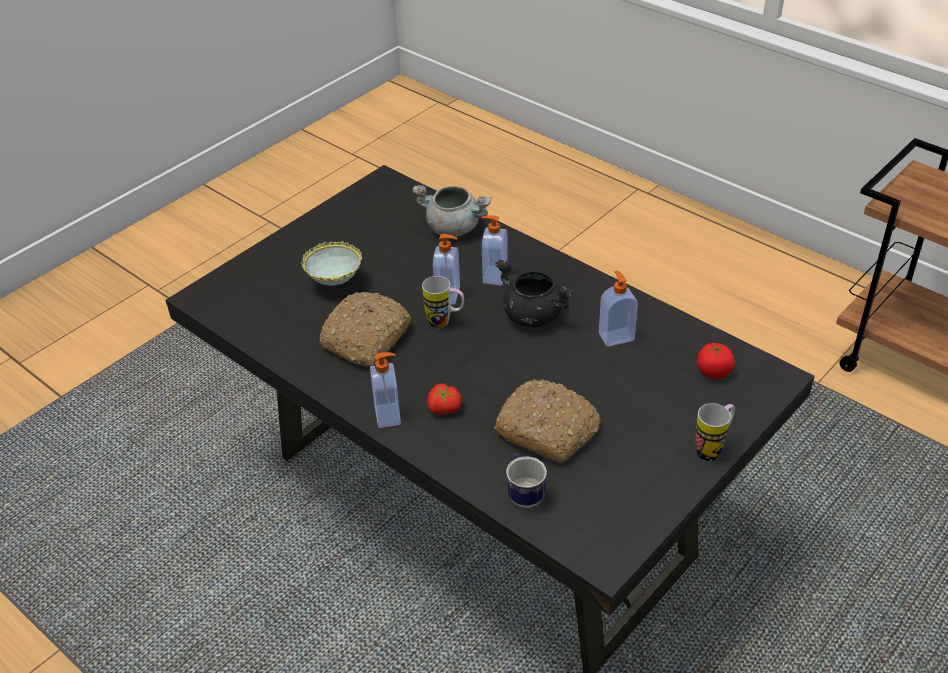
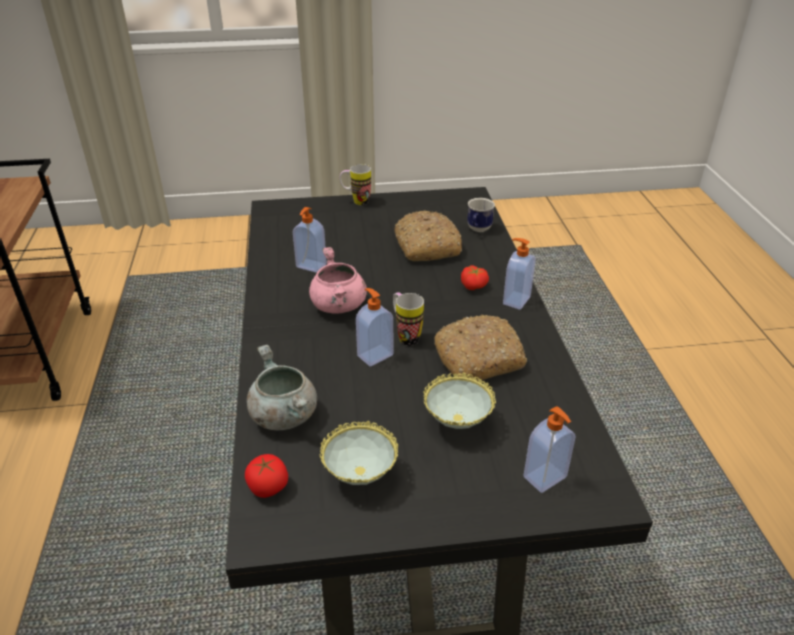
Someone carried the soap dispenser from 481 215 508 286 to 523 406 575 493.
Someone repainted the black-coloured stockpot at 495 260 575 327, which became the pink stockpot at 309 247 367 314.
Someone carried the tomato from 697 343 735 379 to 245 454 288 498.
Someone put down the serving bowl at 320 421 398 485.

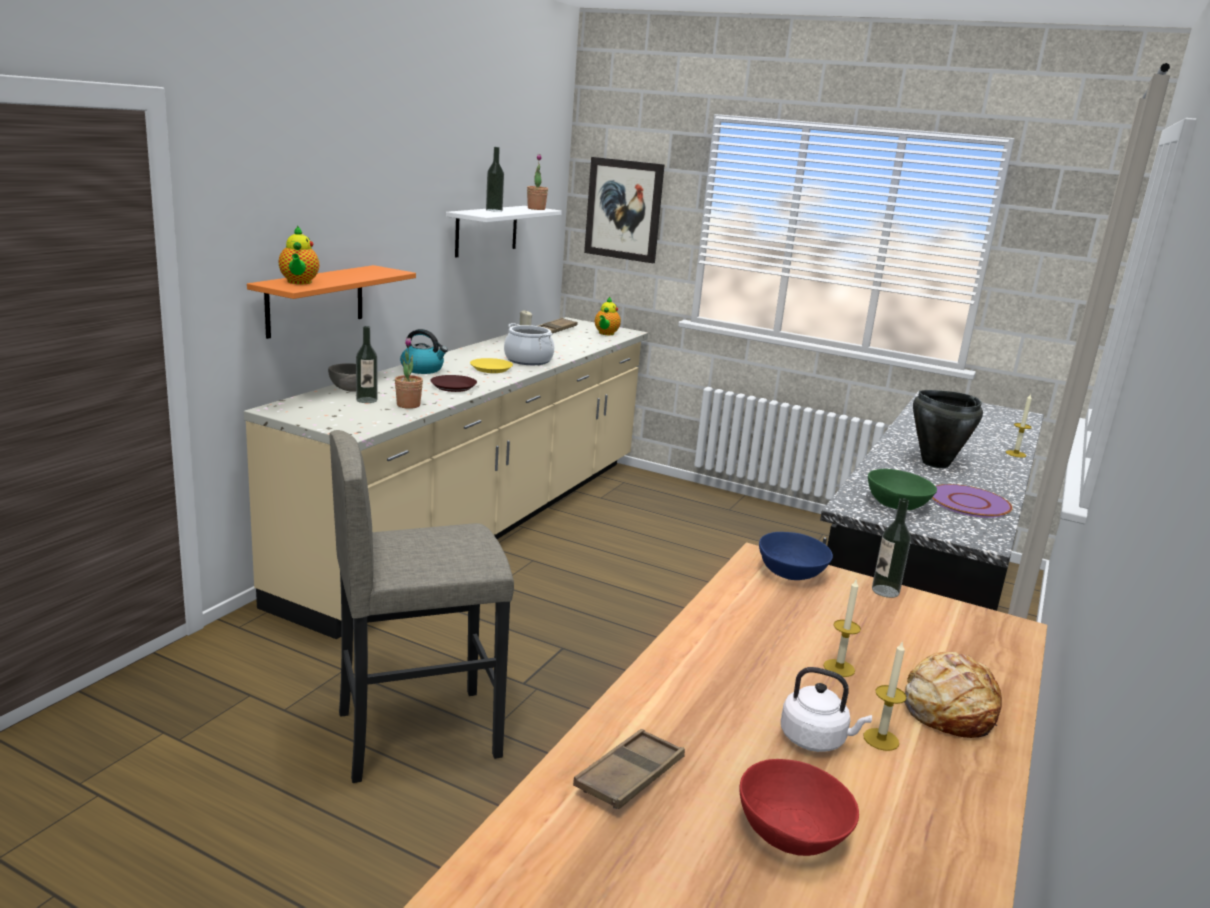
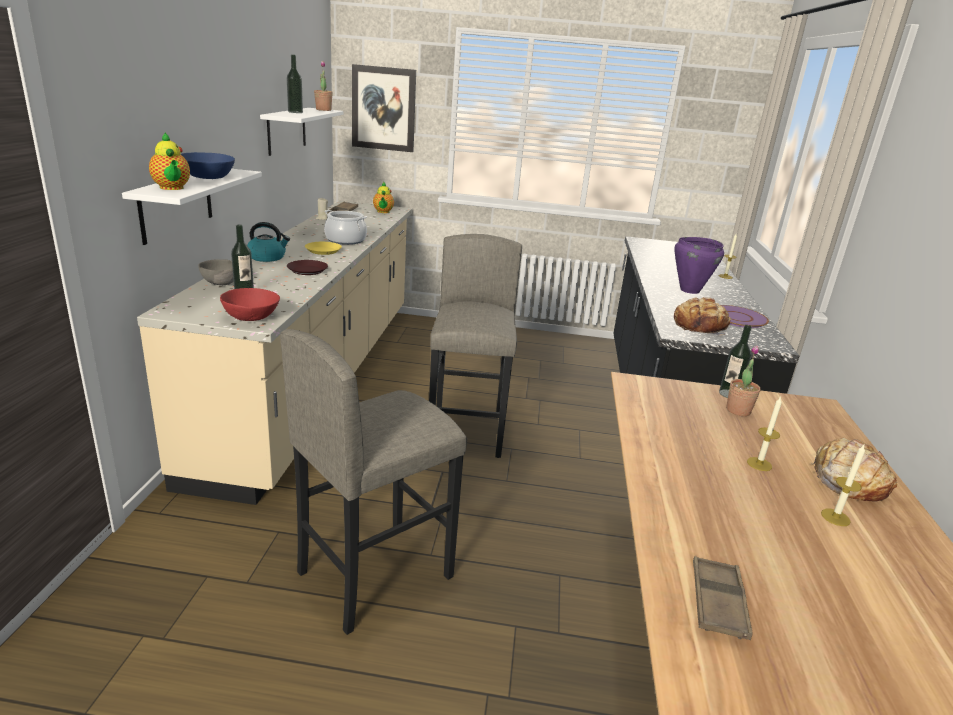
Someone repainted the orange-coloured wall shelf at 247 265 416 339, which became the whitish wall shelf at 122 169 262 245.
Someone carried the plant in a pot from 395 337 423 409 to 726 345 761 416.
Someone repainted the black-coloured stockpot at 913 390 983 468, which became the purple stockpot at 675 237 724 294.
Someone swapped the green serving bowl at 868 469 937 510 for the baked bread at 674 297 731 336.
Someone carried the bluish serving bowl from 759 532 833 580 to 181 152 235 179.
Someone took away the whitish tea kettle at 781 667 872 752.
Someone carried the reddish serving bowl from 739 759 859 856 to 220 288 280 321.
Someone put down the greyish stool seat at 429 234 522 458.

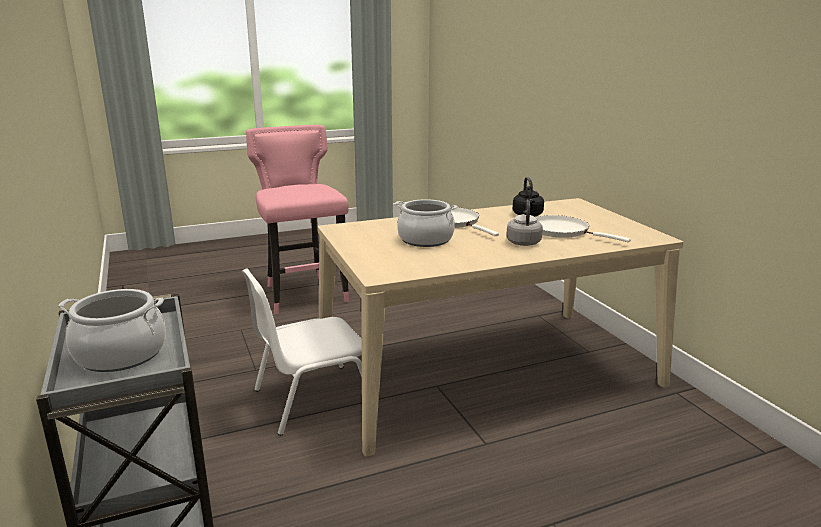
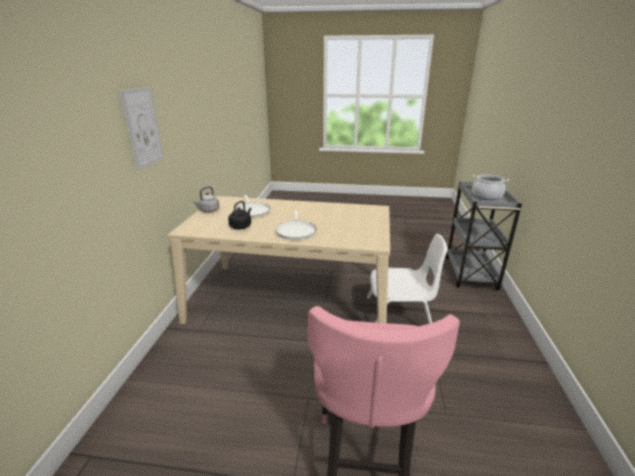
Someone took away the stockpot at 395 199 458 247.
Someone carried the greyish tea kettle from 506 200 543 246 to 193 186 219 213.
Someone put up the picture at 119 87 164 170.

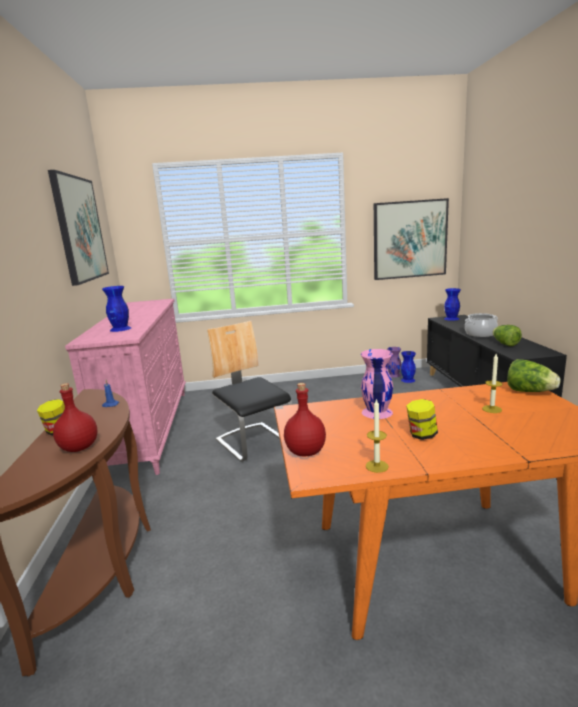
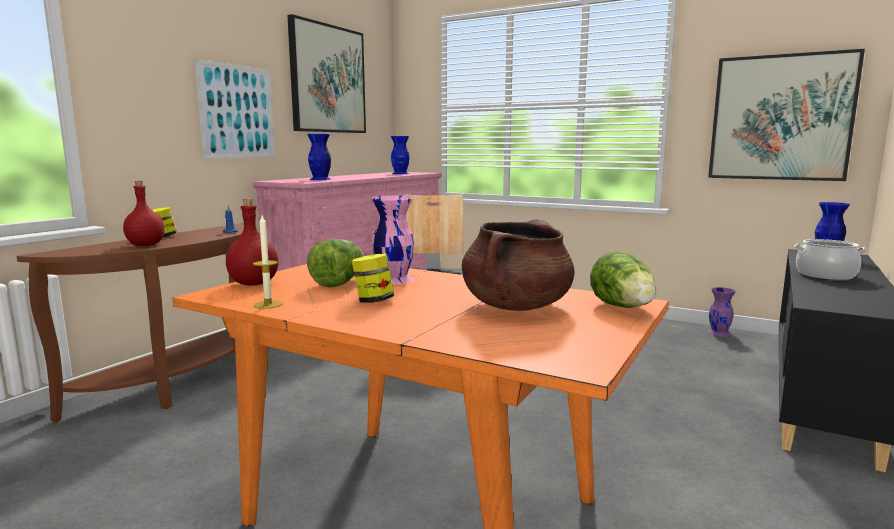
Someone carried the head of lettuce from 493 325 522 346 to 307 239 363 288.
Someone carried the bluish decorative vase from 401 351 416 383 to 391 136 410 174.
Someone swapped the candle at 482 354 503 413 for the brown stockpot at 462 220 575 311.
Someone put up the picture at 195 59 275 158.

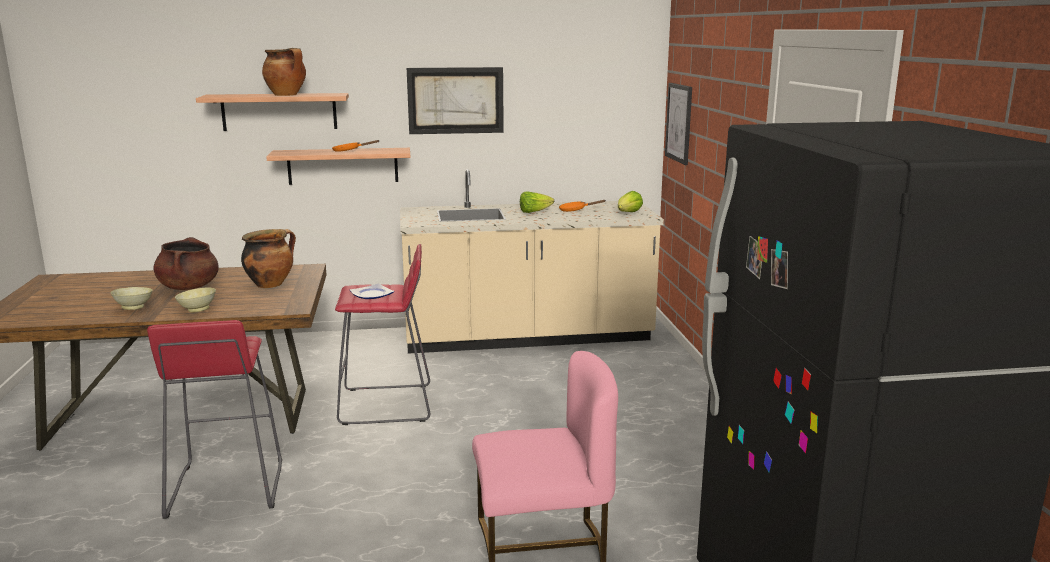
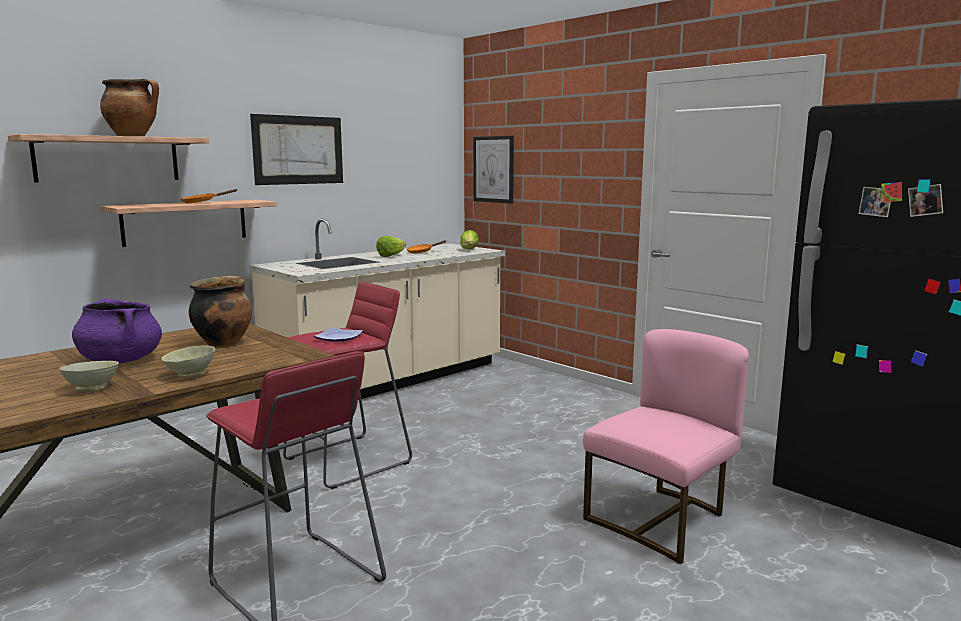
Someone repainted the brown stockpot at 153 237 219 290, which became the purple stockpot at 72 298 162 363.

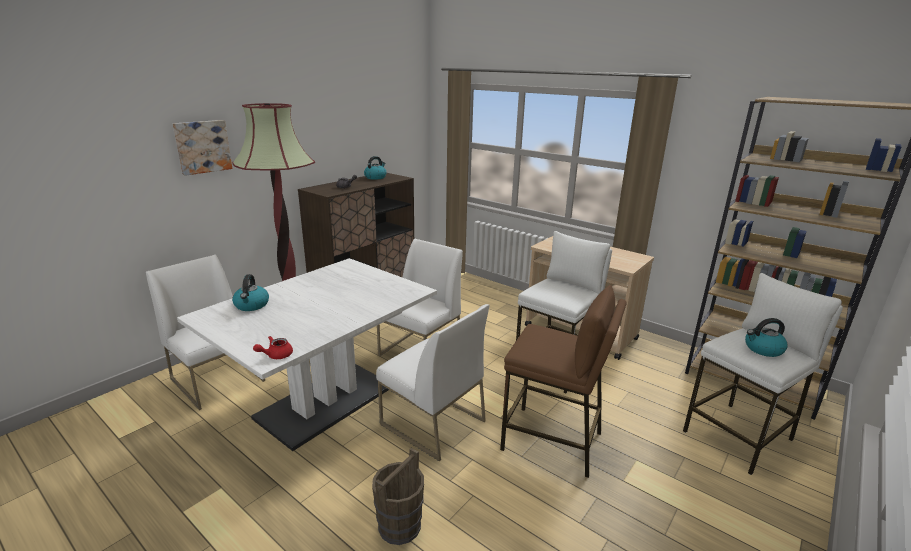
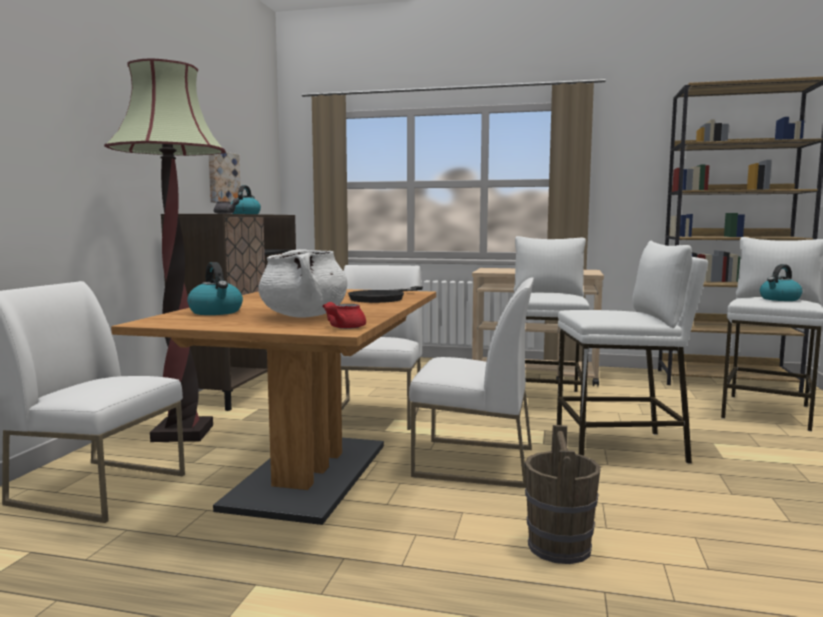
Someone carried the picture from 173 120 232 176 to 209 152 240 203.
Someone repainted the whitish dinner table at 177 258 437 451, which became the brown dinner table at 111 289 436 525.
Someone repainted the brown stool seat at 500 285 627 478, which became the whitish stool seat at 557 240 708 464.
Someone put down the whitish stockpot at 258 249 347 318.
Someone put down the black-coloured skillet at 348 286 423 303.

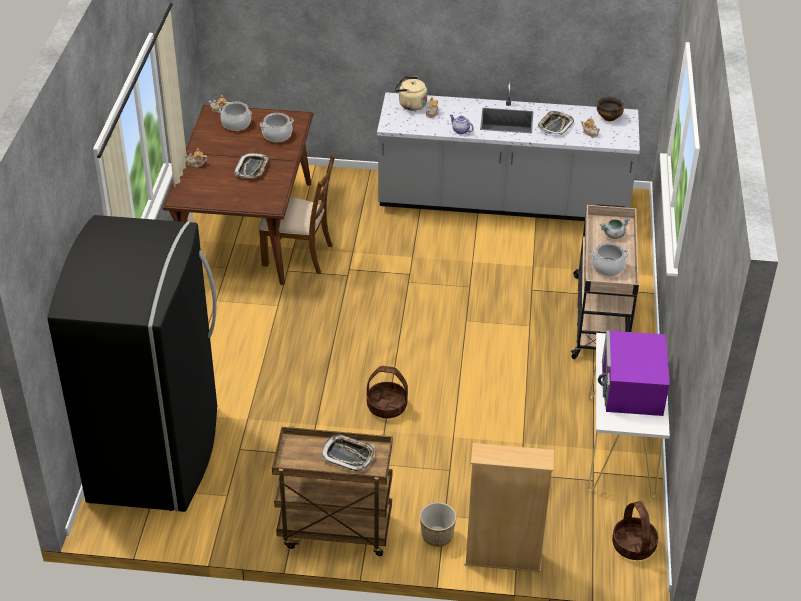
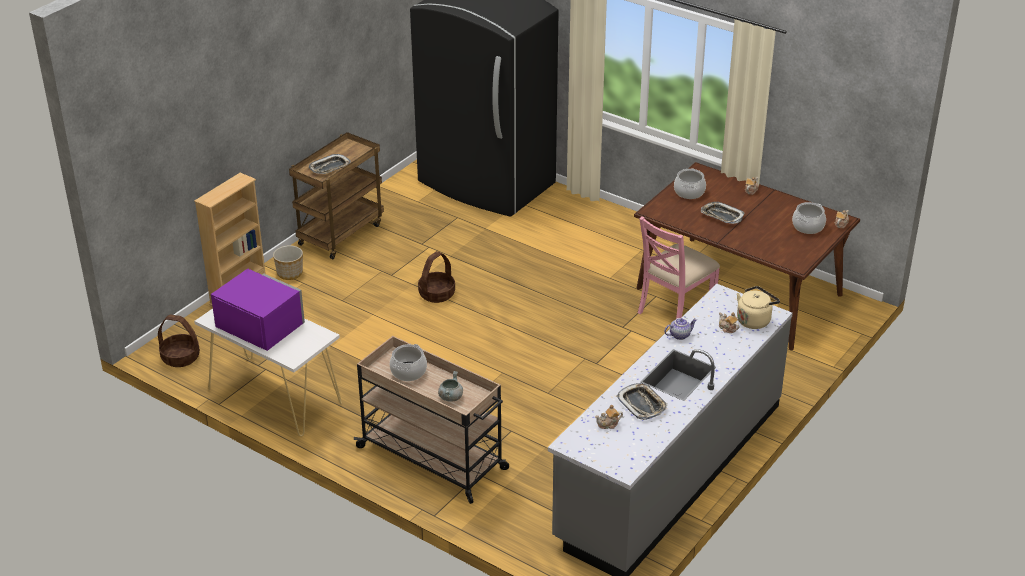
Someone took away the serving bowl at 597 96 624 121.
Someone carried the stockpot from 260 113 294 142 to 674 168 706 199.
Someone repainted the brown chair at 258 155 335 274, which became the pink chair at 638 216 720 319.

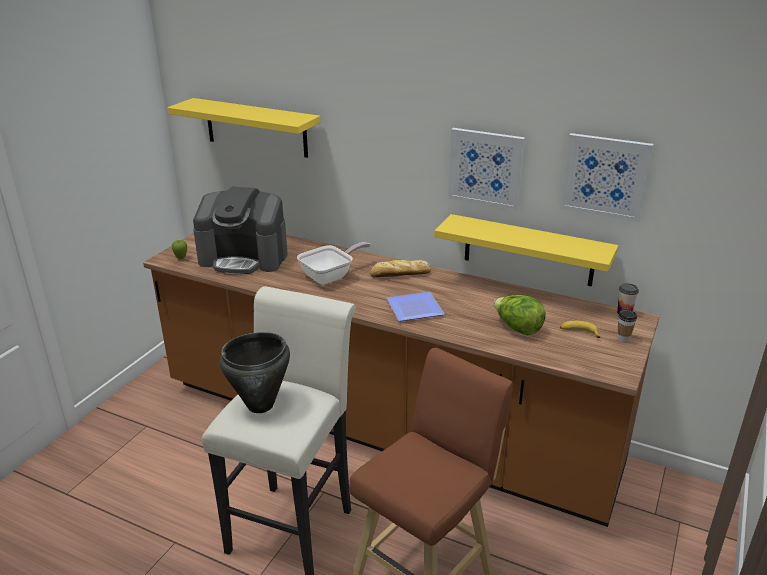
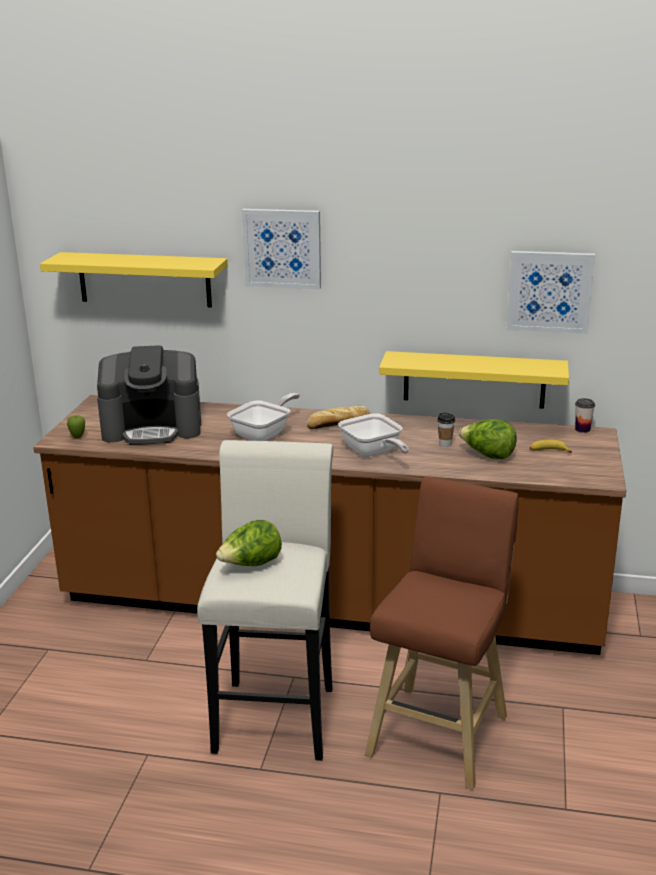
Someone carried the picture from 448 128 525 211 to 242 209 321 289.
Someone swapped the flat dish at 387 292 444 321 for the skillet at 338 413 409 457.
Someone carried the drinking cup from 617 308 637 343 to 437 413 455 447.
Someone swapped the black-coloured stockpot at 219 332 290 413 for the head of lettuce at 216 520 282 566.

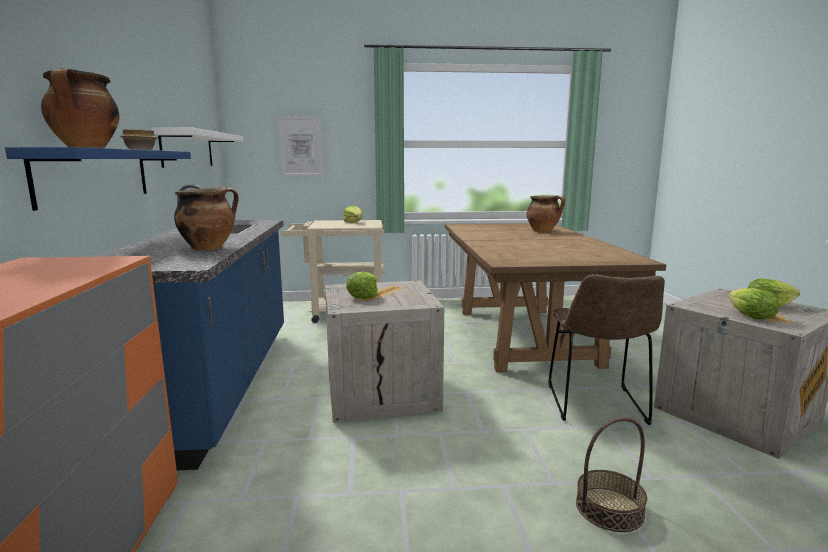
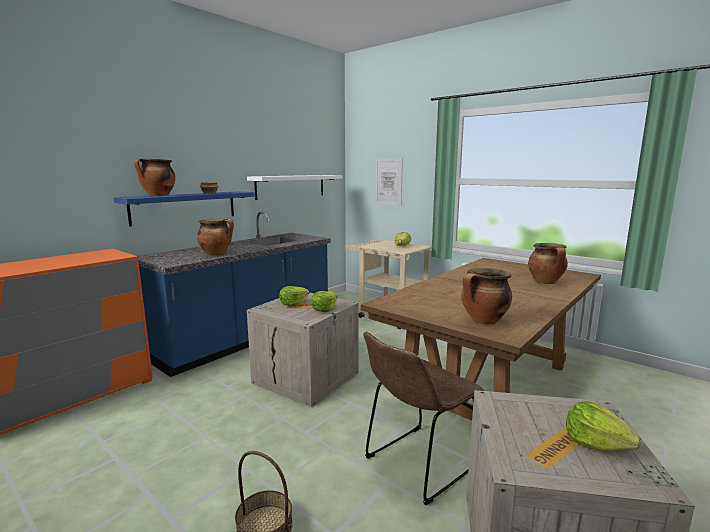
Someone carried the head of lettuce from 728 288 779 320 to 310 291 337 312.
Someone put down the stockpot at 461 268 512 324.

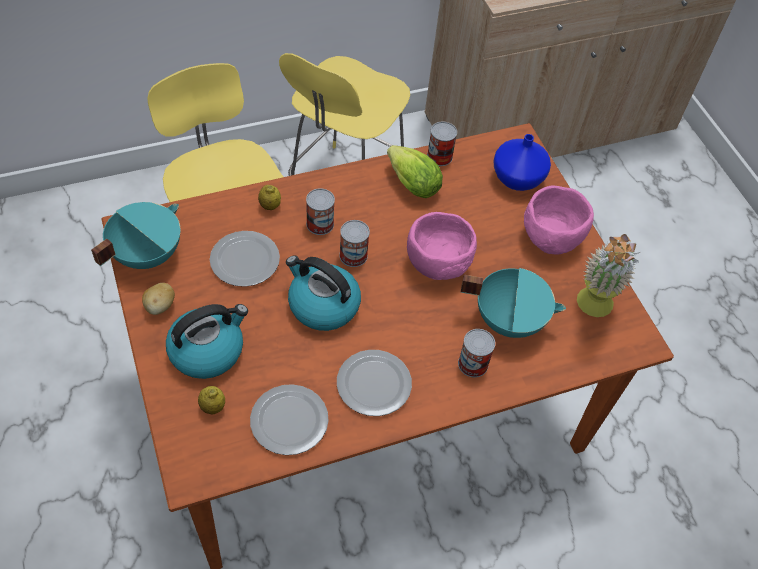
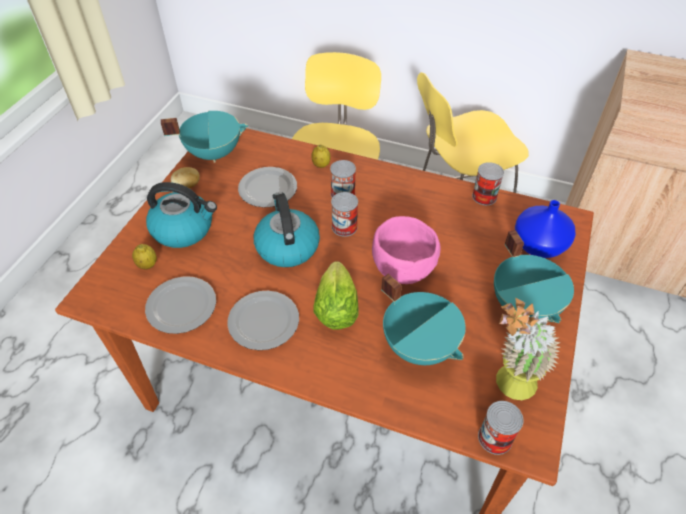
Someone carried the head of lettuce from 387 145 443 198 to 313 261 359 330.
Someone swapped the pink serving bowl at 524 185 594 254 for the turquoise-coloured stockpot at 494 230 574 323.
Someone carried the can from 458 329 495 377 to 478 401 524 455.

